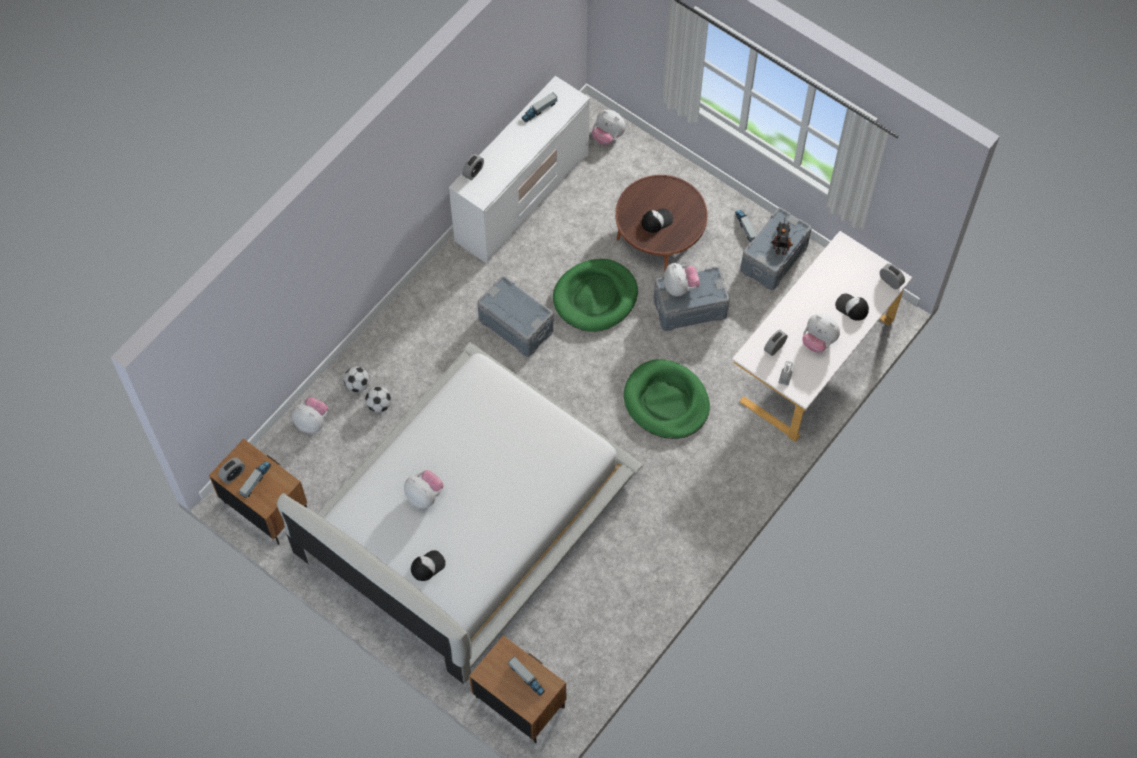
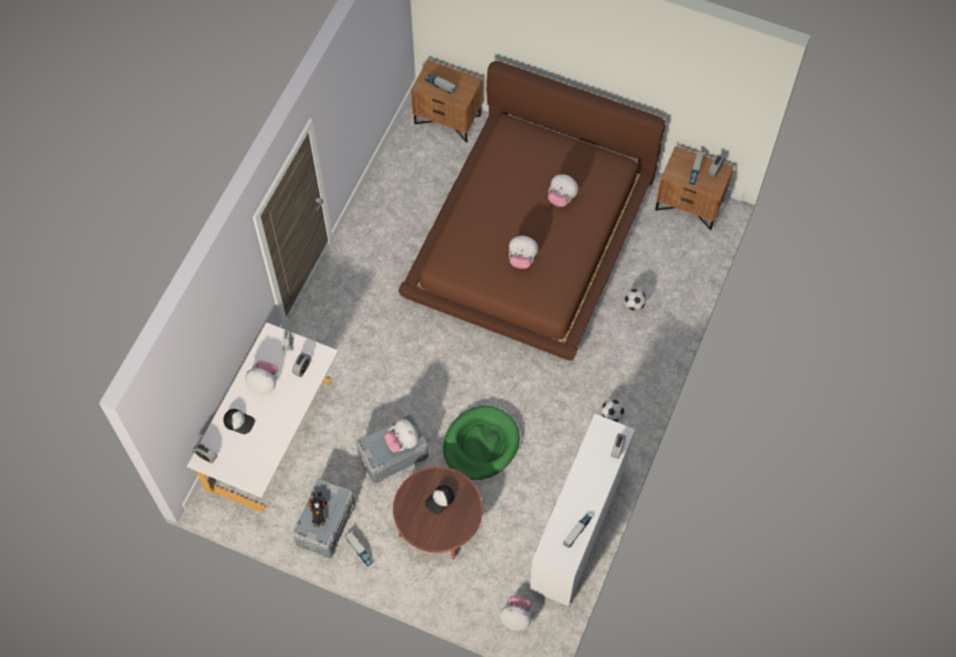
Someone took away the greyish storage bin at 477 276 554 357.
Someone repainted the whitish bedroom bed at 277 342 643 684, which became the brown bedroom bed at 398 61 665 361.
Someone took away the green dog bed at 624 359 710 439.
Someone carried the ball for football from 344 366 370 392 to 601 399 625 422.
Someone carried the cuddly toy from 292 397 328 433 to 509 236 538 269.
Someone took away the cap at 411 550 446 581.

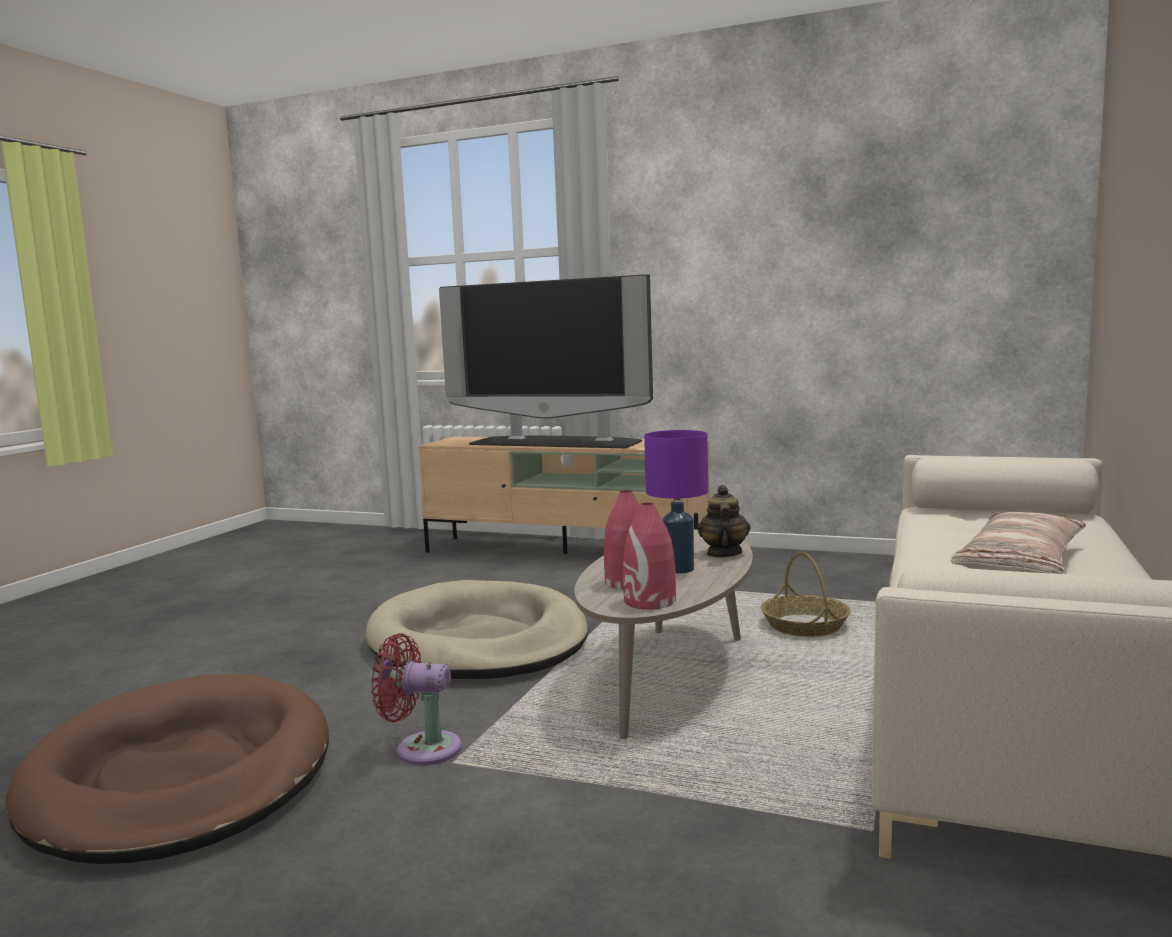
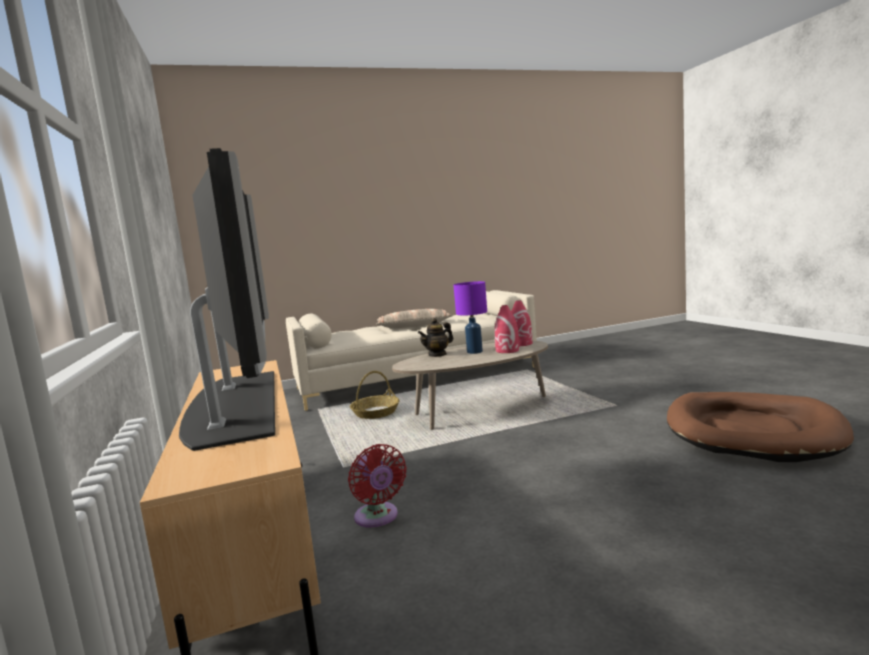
Someone took away the sand-coloured dog bed at 366 580 589 679.
Someone carried the reddish cooling fan from 371 633 462 765 to 348 444 406 528.

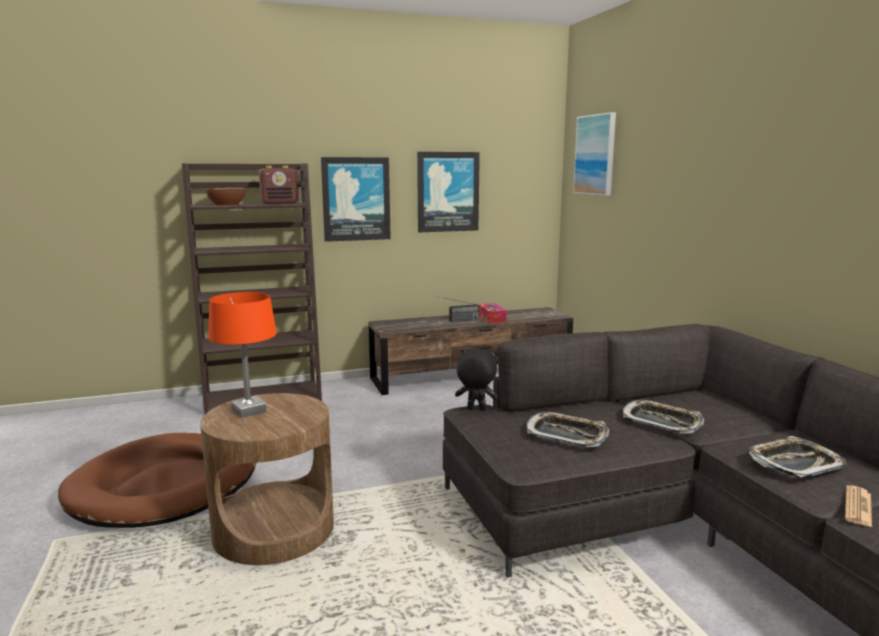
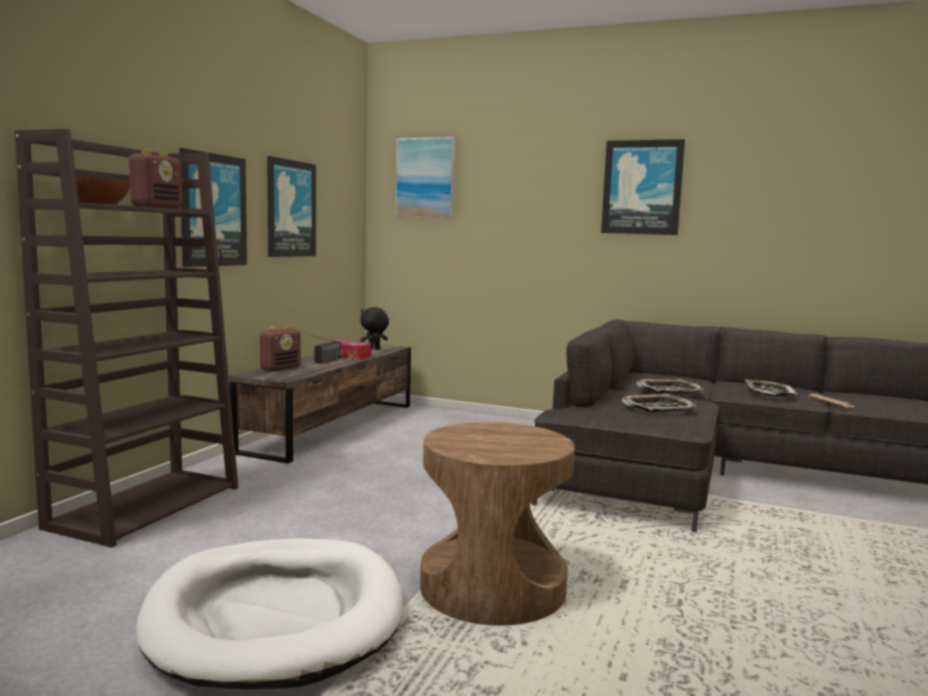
Someone took away the orange-coloured lamp for a table at 208 292 277 418.
Someone carried the black-coloured cuddly toy from 455 349 499 411 to 360 307 389 350.
Someone repainted the brown dog bed at 58 433 256 528, which became the whitish dog bed at 136 538 403 689.
Someone put up the picture at 601 139 685 235.
Someone put down the radio set at 260 326 301 371.

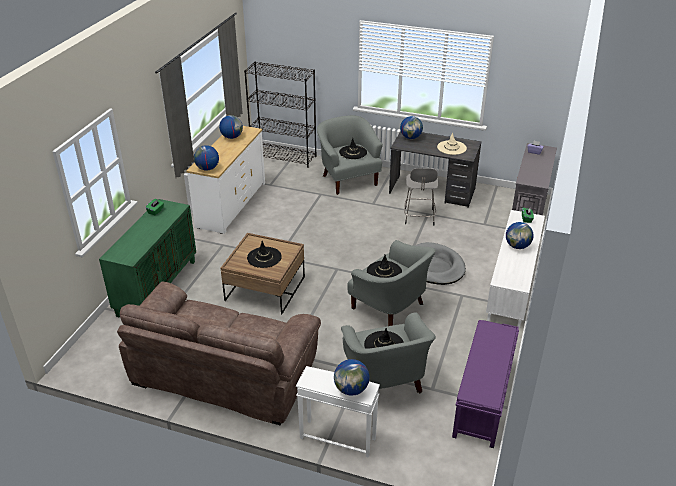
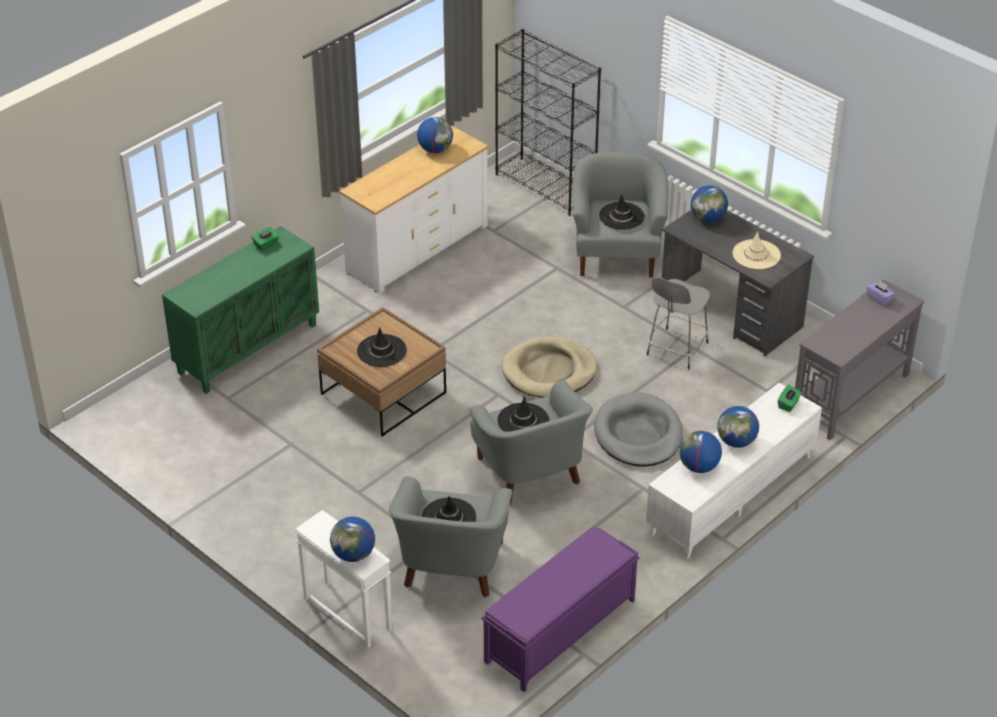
Someone carried the world globe from 194 145 219 171 to 679 431 722 473.
Someone took away the brown settee at 117 282 321 425.
Someone put down the sand-coloured dog bed at 502 336 597 398.

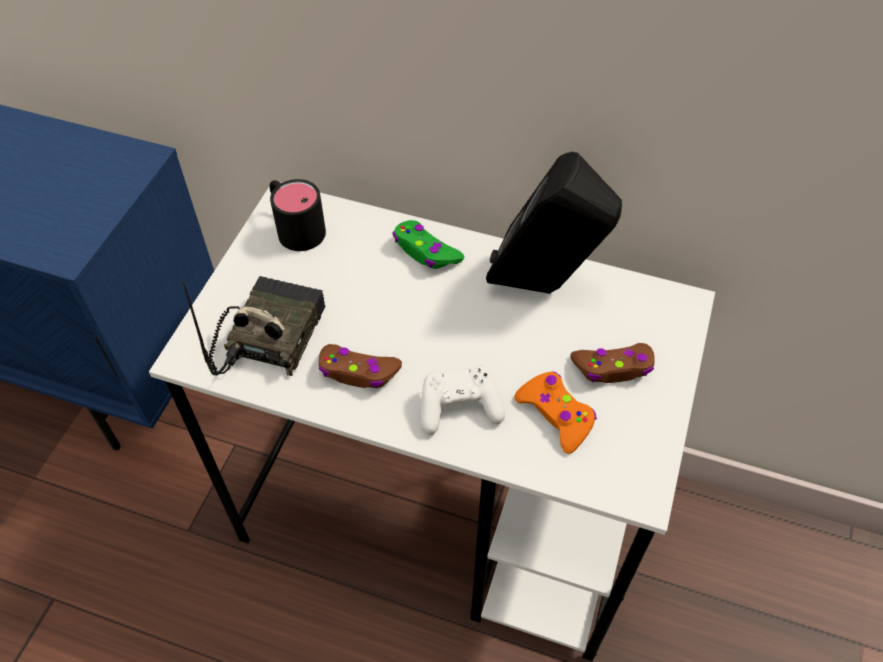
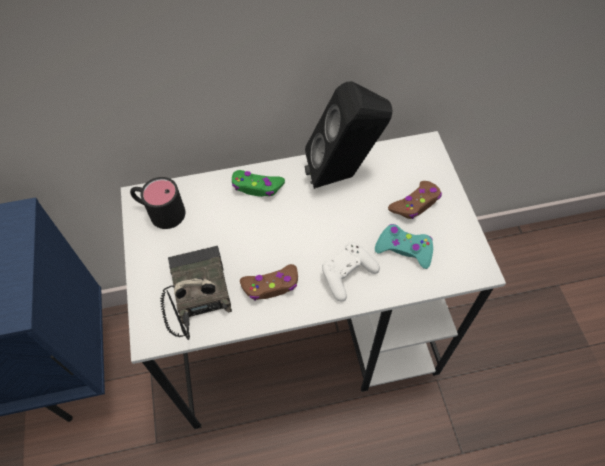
Someone repainted the orange-coloured game controller at 514 372 597 454, which became the turquoise-coloured game controller at 375 224 433 269.

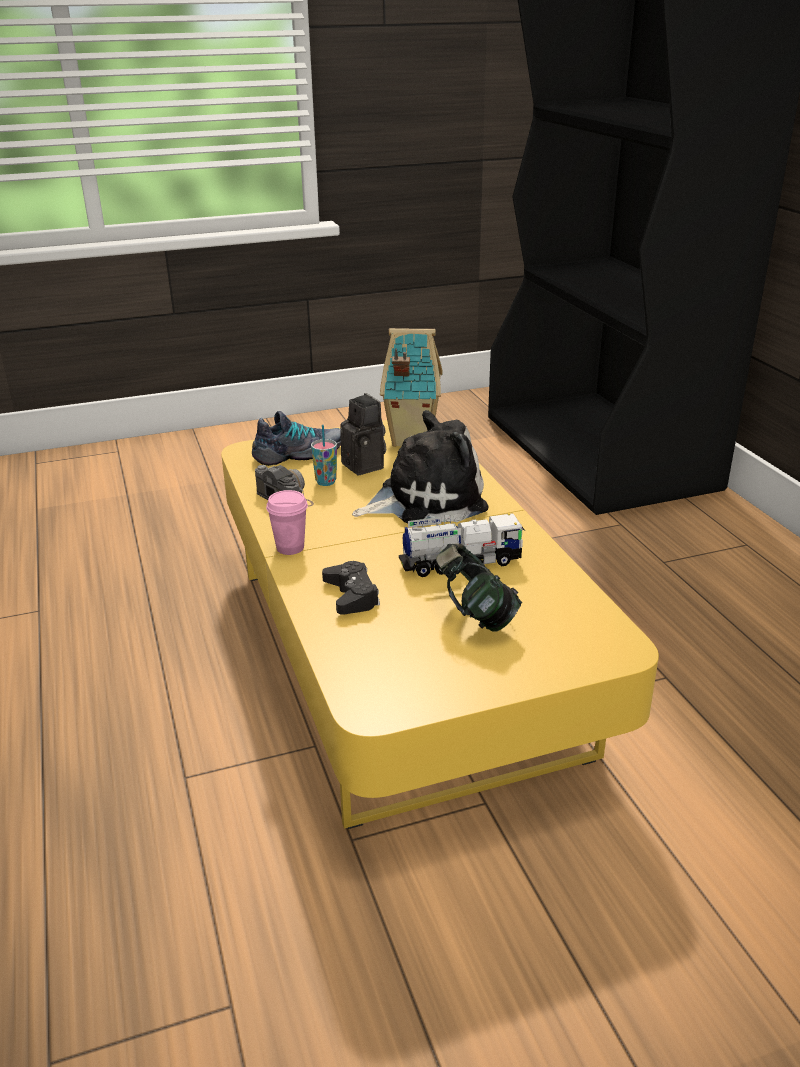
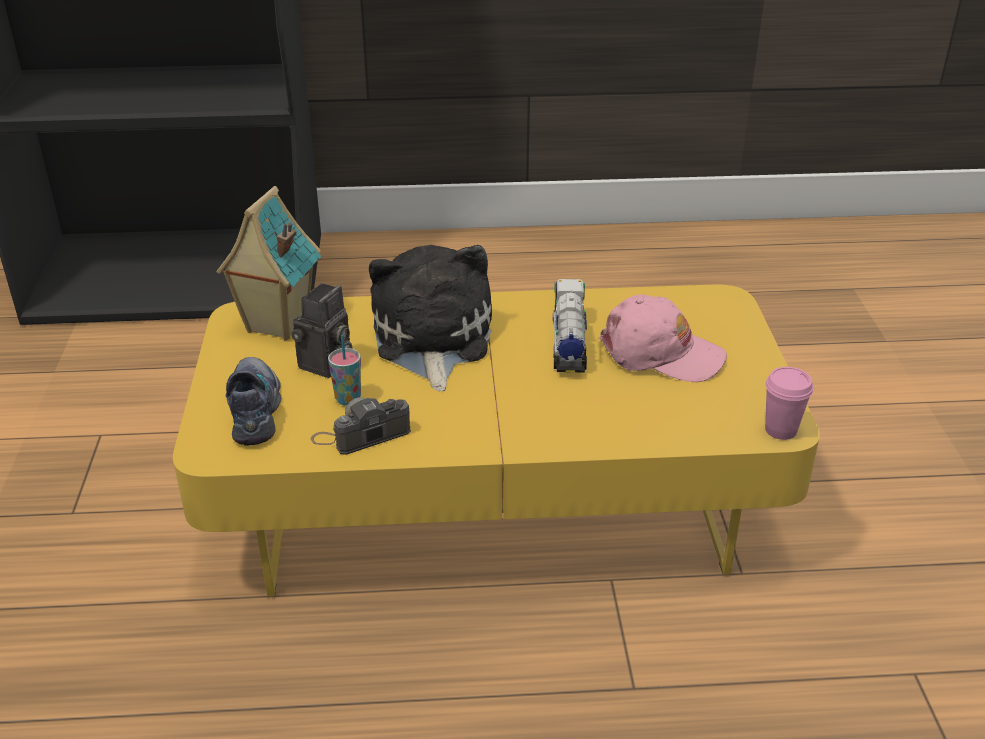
Someone rotated the still camera at 340 393 386 476 by 135 degrees clockwise.
Someone carried the pink drinking cup from 266 490 308 555 to 765 367 813 440.
Someone swapped the headset at 436 543 522 632 for the pink cap at 600 294 727 382.
Someone took away the black-coloured game controller at 322 561 380 615.

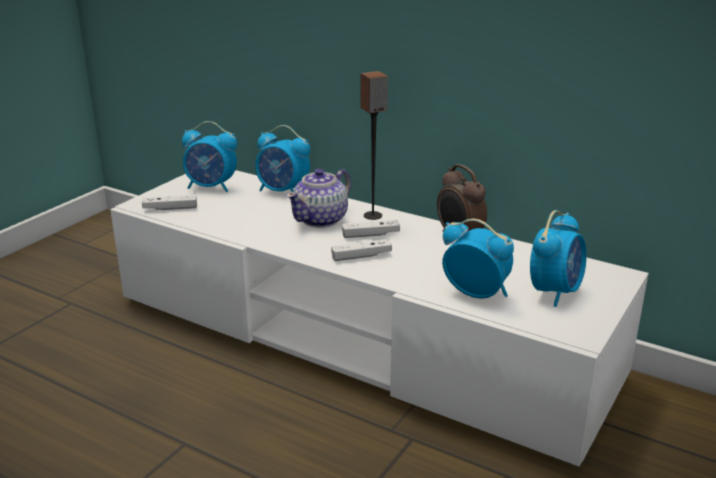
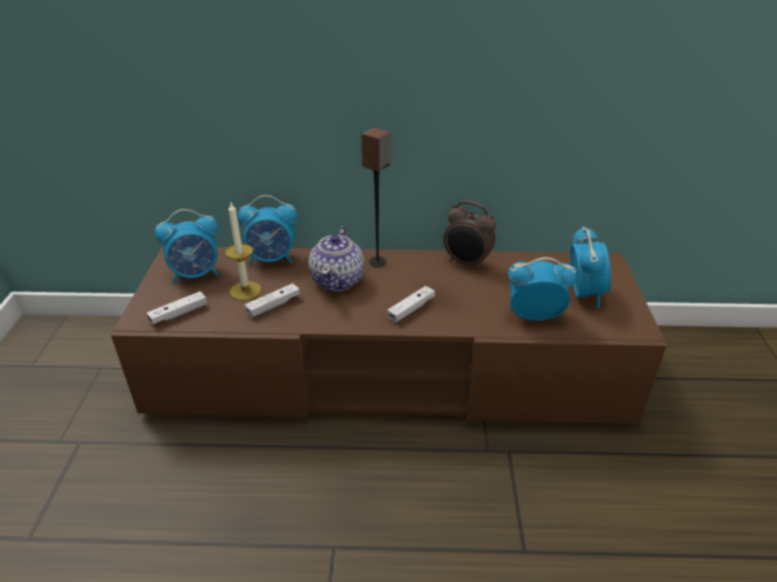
Someone repainted the whitish tv unit at 110 170 649 467, which became the brown tv unit at 111 246 667 424.
Someone carried the whitish game controller from 342 220 400 238 to 245 283 300 318.
Someone put down the candle at 225 203 261 300.

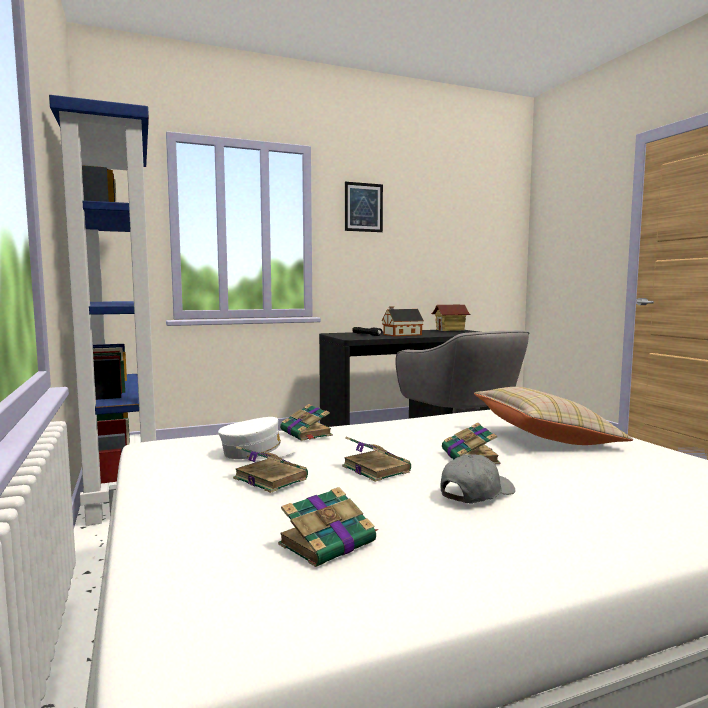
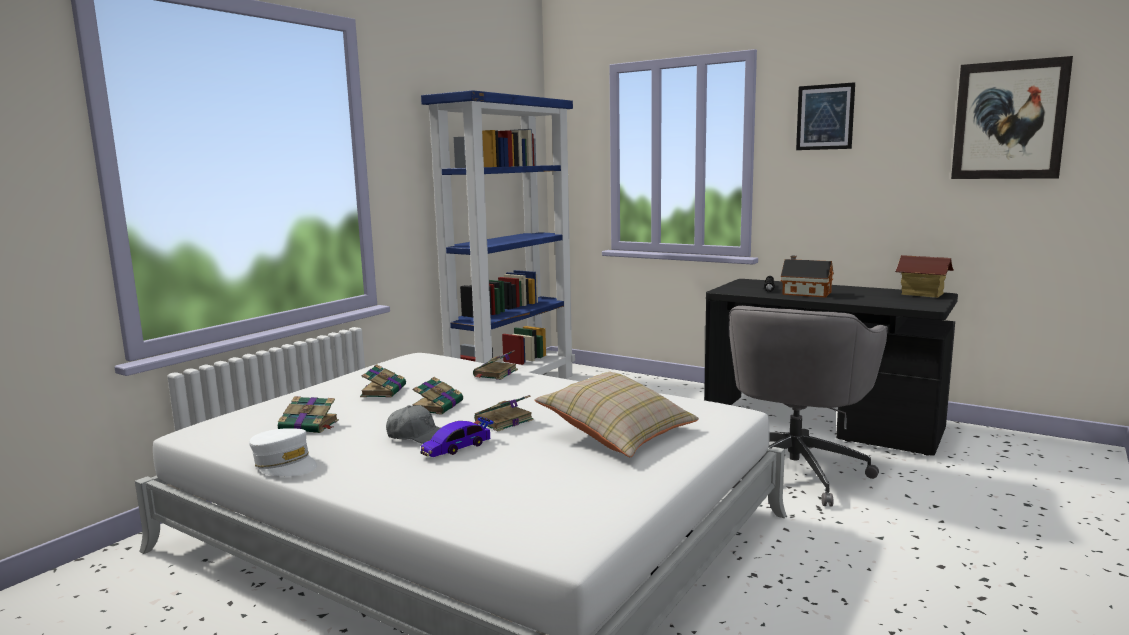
Someone carried the whitish cap from 218 417 297 459 to 249 428 317 476.
Someone put up the picture at 951 56 1073 179.
Someone put down the model car at 420 417 494 457.

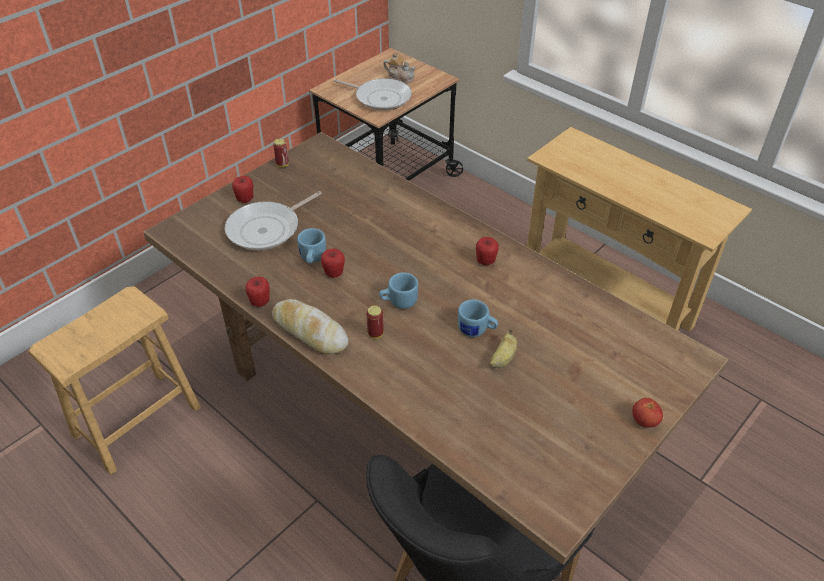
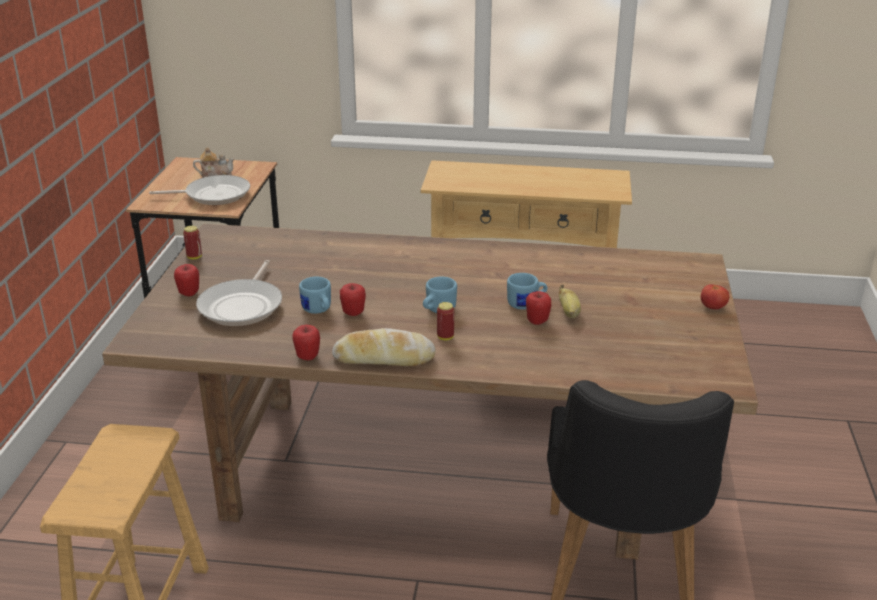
Someone carried the whole apple from 476 237 499 265 to 526 291 551 325.

